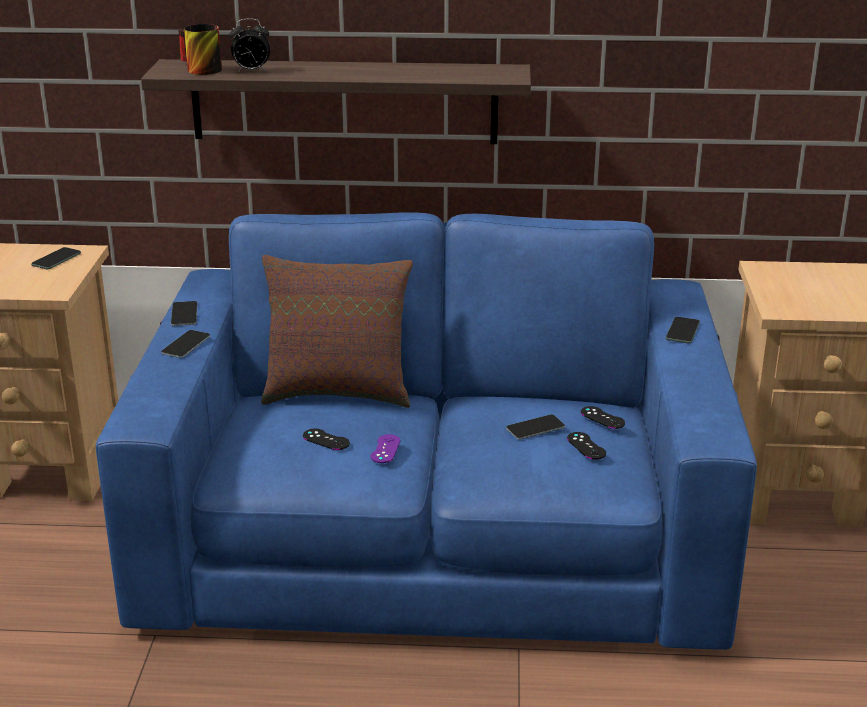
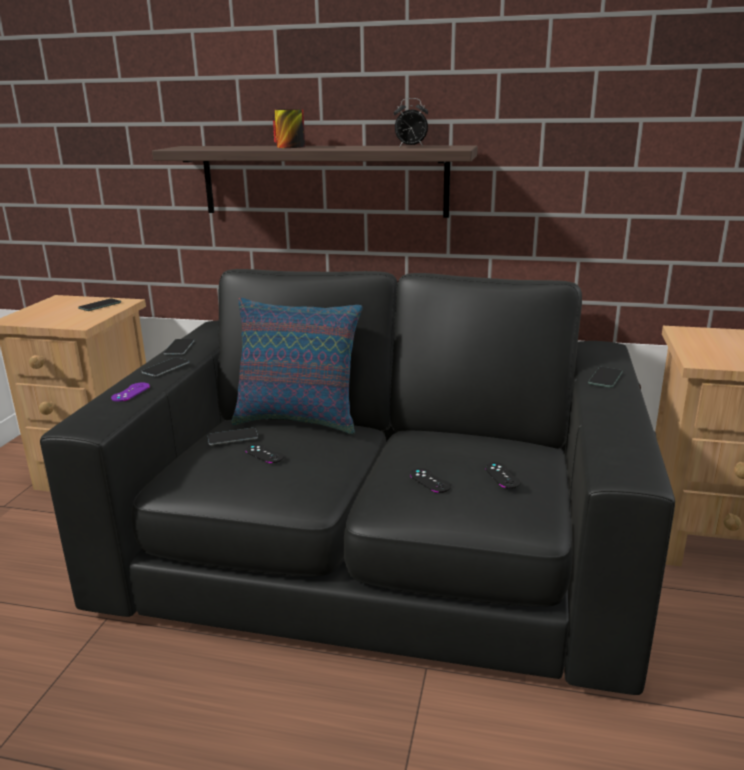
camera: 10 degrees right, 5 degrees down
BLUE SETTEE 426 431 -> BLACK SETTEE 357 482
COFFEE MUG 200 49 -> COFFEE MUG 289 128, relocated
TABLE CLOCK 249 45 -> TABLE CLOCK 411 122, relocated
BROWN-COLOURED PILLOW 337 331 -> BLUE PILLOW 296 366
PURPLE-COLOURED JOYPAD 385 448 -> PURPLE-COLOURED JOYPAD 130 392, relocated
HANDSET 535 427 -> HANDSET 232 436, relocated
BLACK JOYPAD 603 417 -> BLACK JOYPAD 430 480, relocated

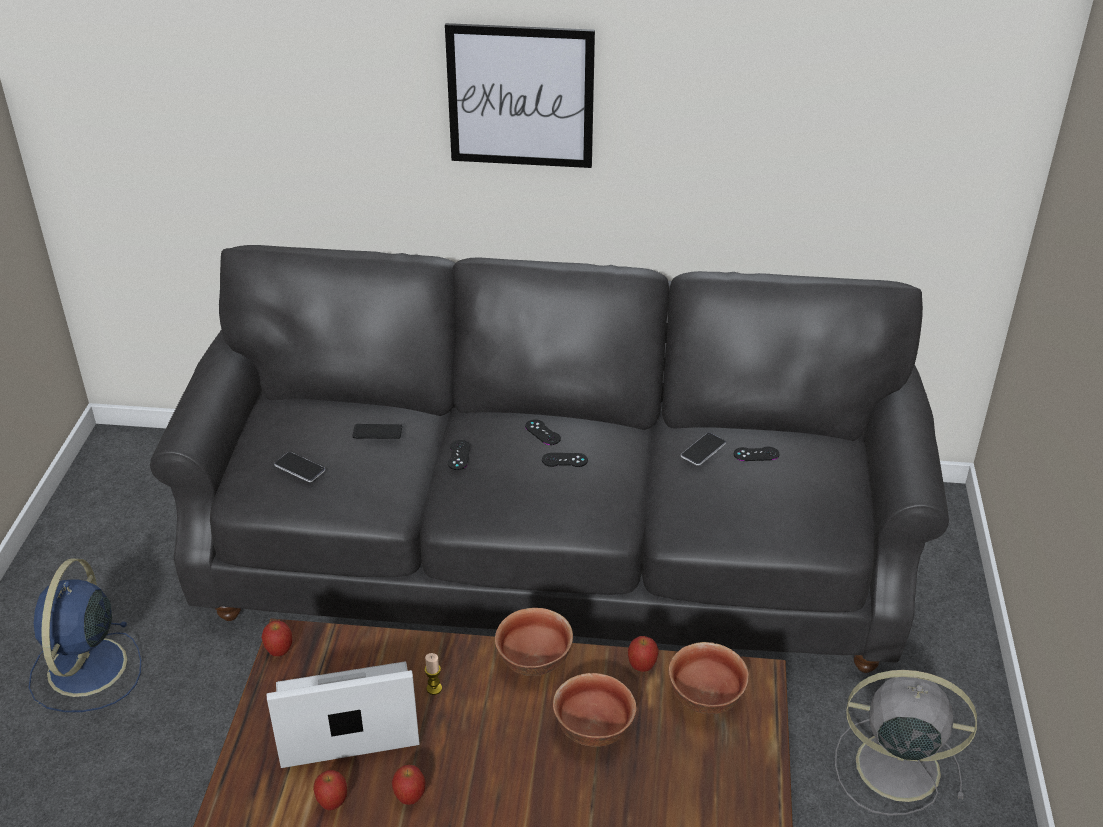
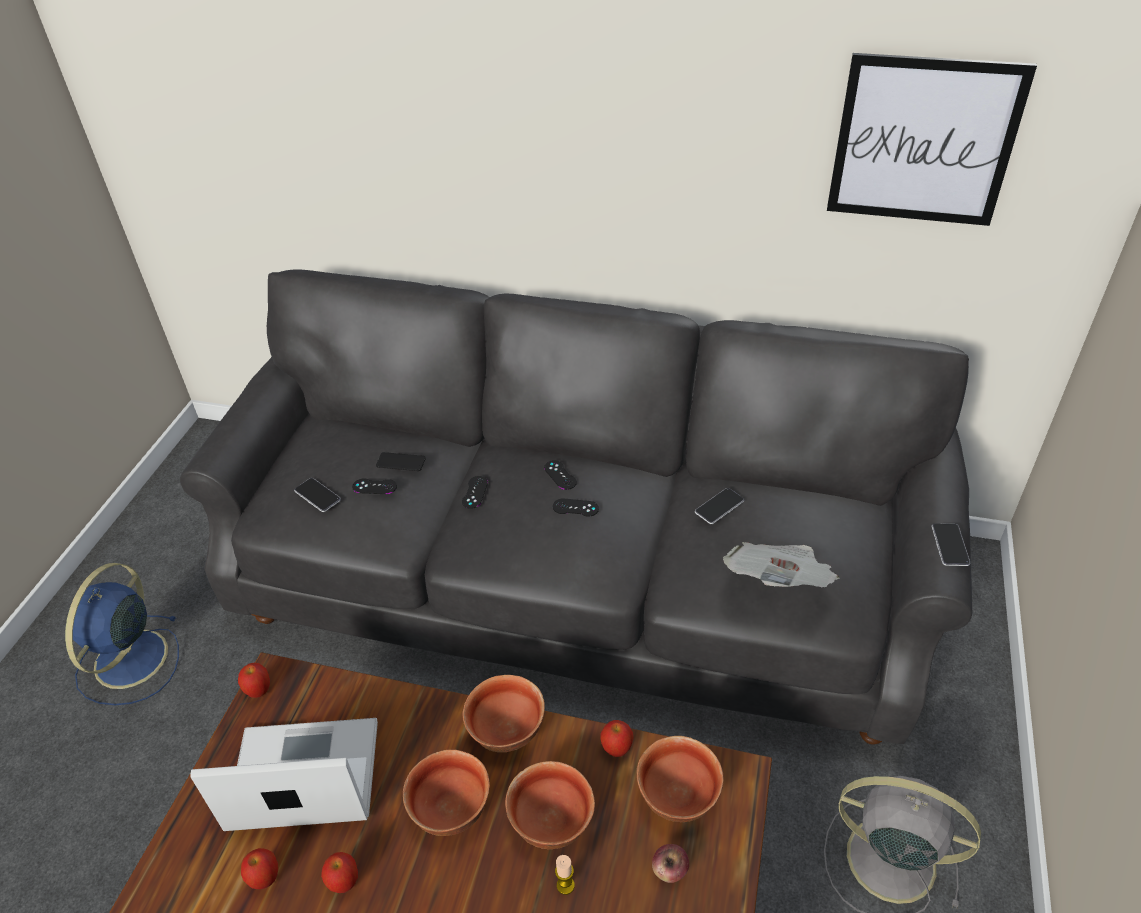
camera: 10 degrees right, 5 degrees up
WAX CANDLE 433 674 -> WAX CANDLE 565 875, relocated
WALL ART 520 95 -> WALL ART 932 139, relocated
BLACK JOYPAD 756 454 -> BLACK JOYPAD 374 486, relocated
none -> BOWL 446 792
none -> WHOLE APPLE 670 863
none -> NEWSPAPER 781 564
none -> HANDSET 951 544

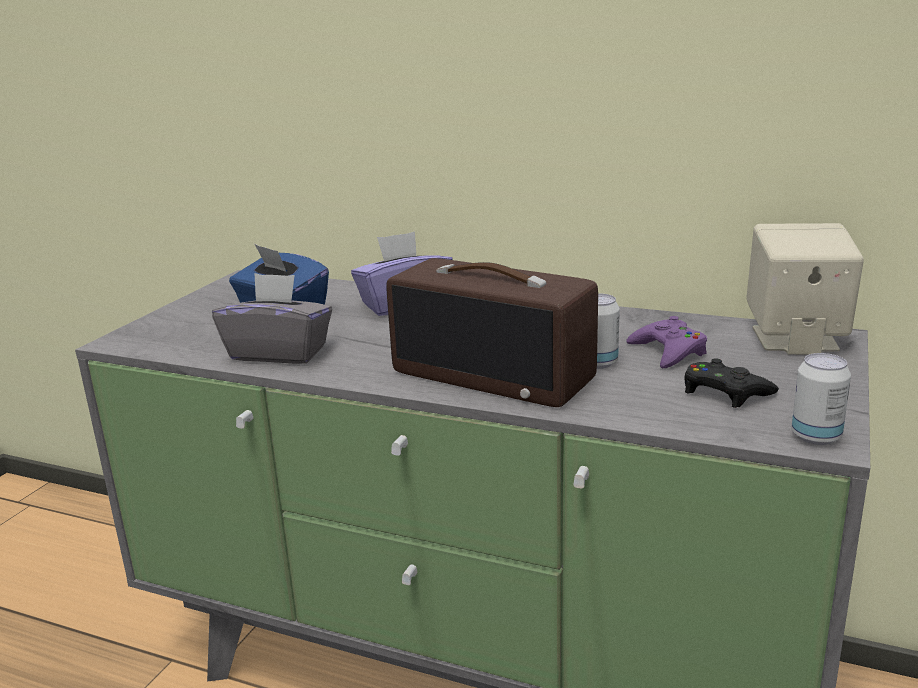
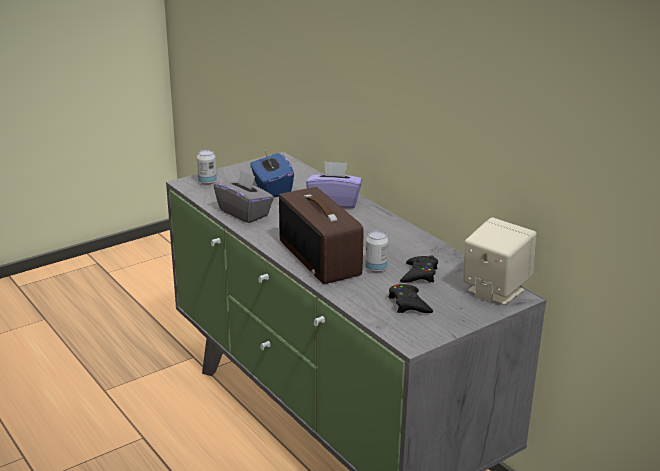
camera: 30 degrees right, 5 degrees up
PURPLE-COLOURED JOYPAD 666 342 -> BLACK JOYPAD 419 269
METAL CAN 821 399 -> METAL CAN 207 167, relocated

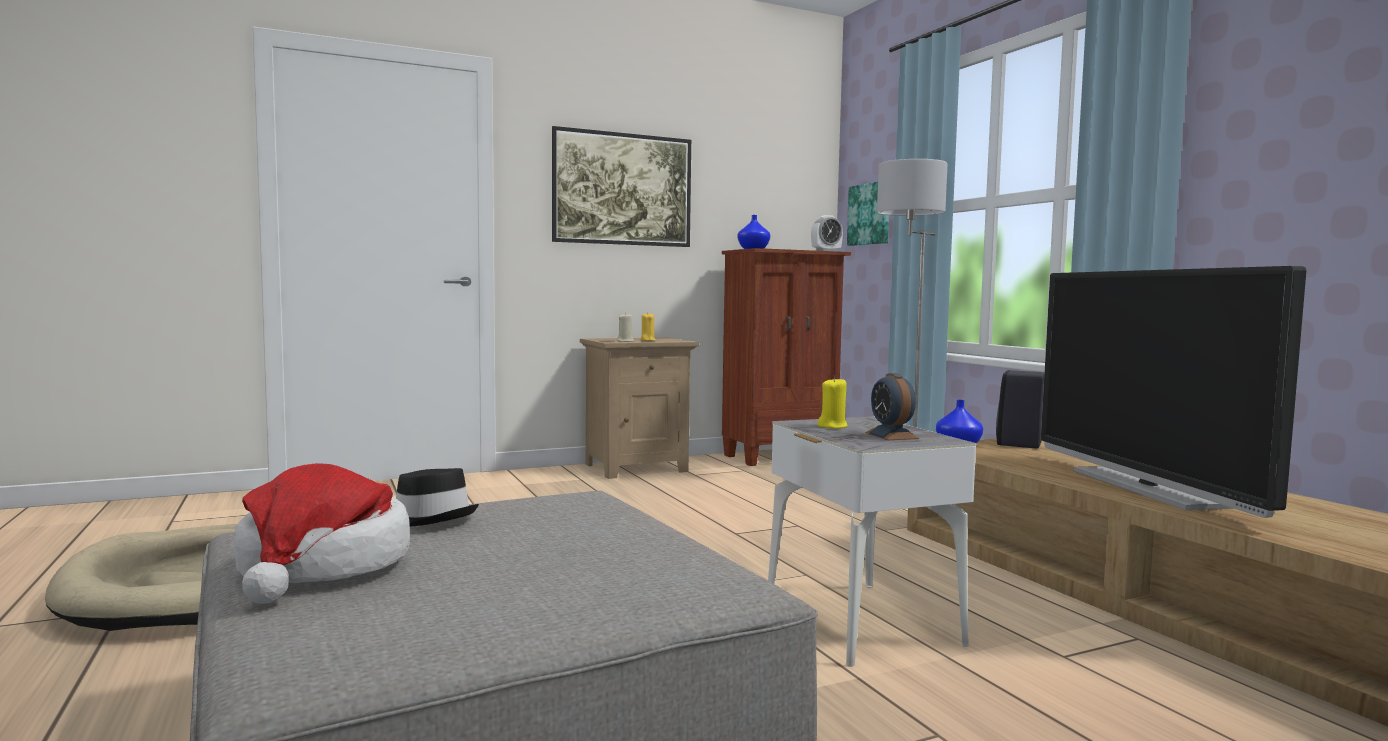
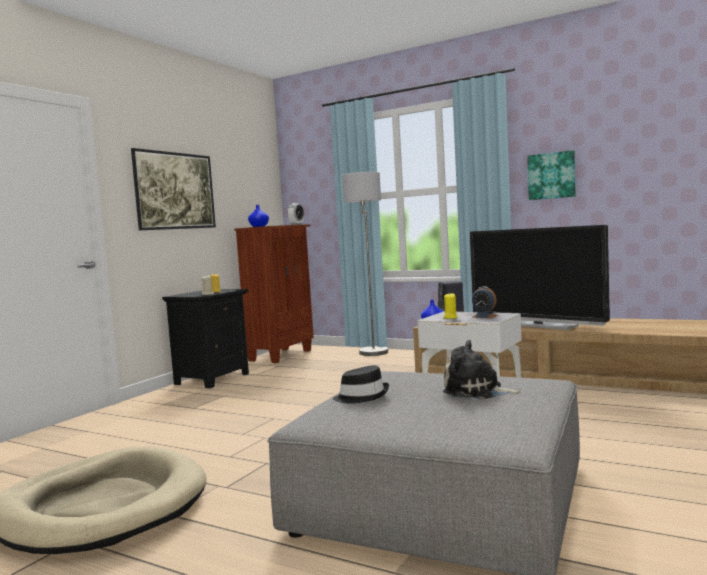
camera: 35 degrees left, 0 degrees up
CLOTHING HAT 322 533 -> none
SAND-COLOURED BEDSIDE TABLE 639 408 -> BLACK BEDSIDE TABLE 205 338
WALL ART 868 214 -> WALL ART 551 175, relocated
none -> SOFT TOY 482 369

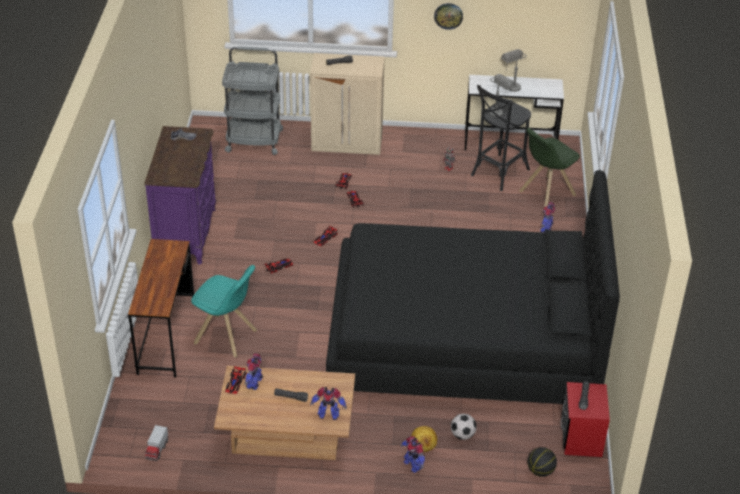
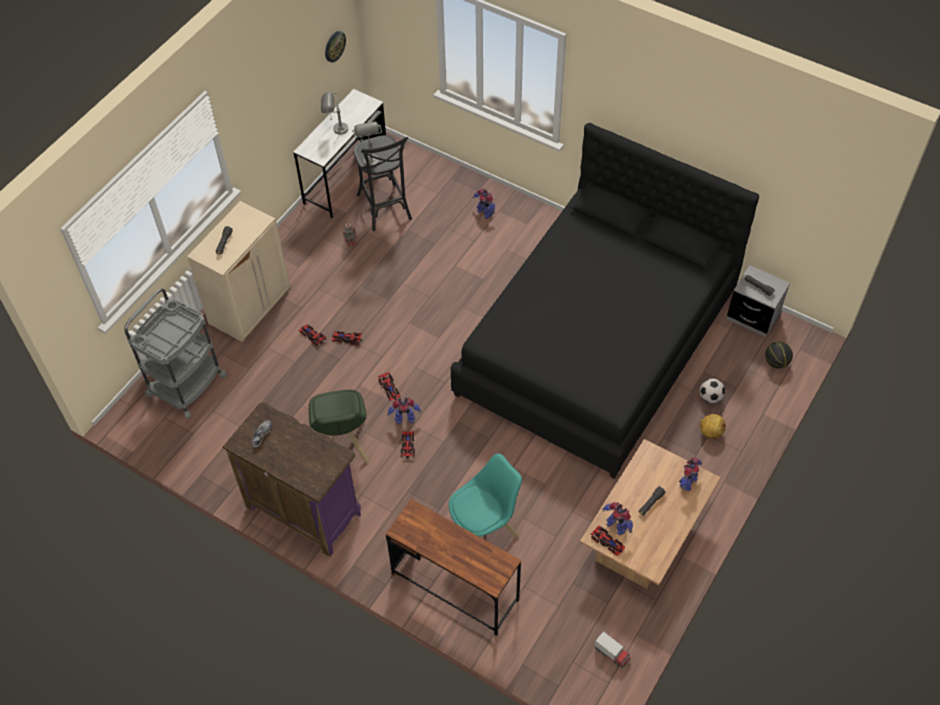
camera: 60 degrees left, 15 degrees up
MODEL ROBOT 412 454 -> MODEL ROBOT 404 411, relocated
CLOCK ON THE WALL 448 16 -> CLOCK ON THE WALL 335 47, relocated
GREEN-COLOURED UPRIGHT CHAIR 549 167 -> GREEN-COLOURED UPRIGHT CHAIR 339 427, relocated
RED BEDSIDE TABLE 585 419 -> GRAY BEDSIDE TABLE 758 301

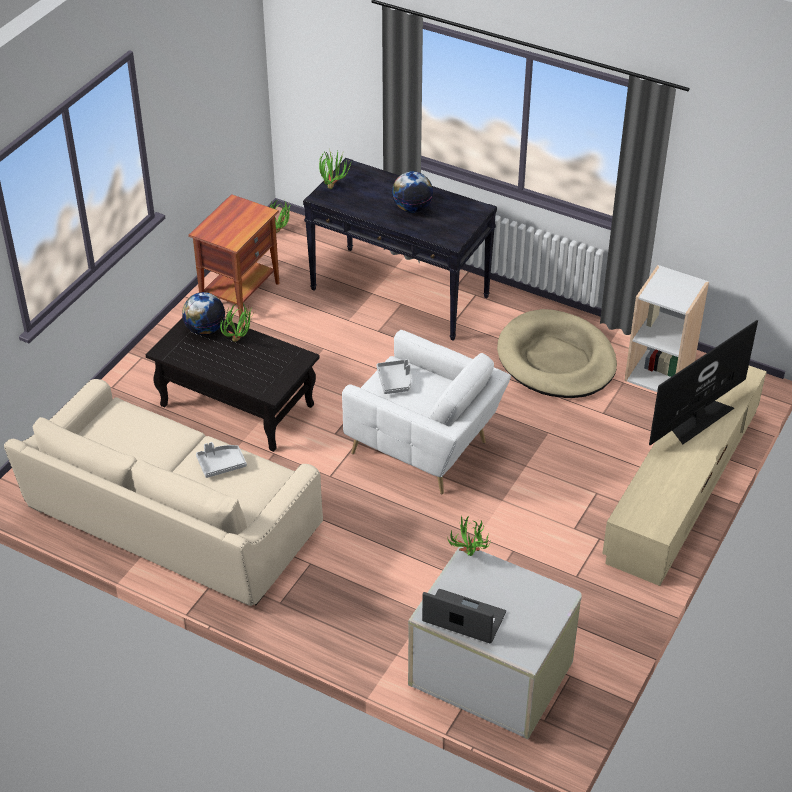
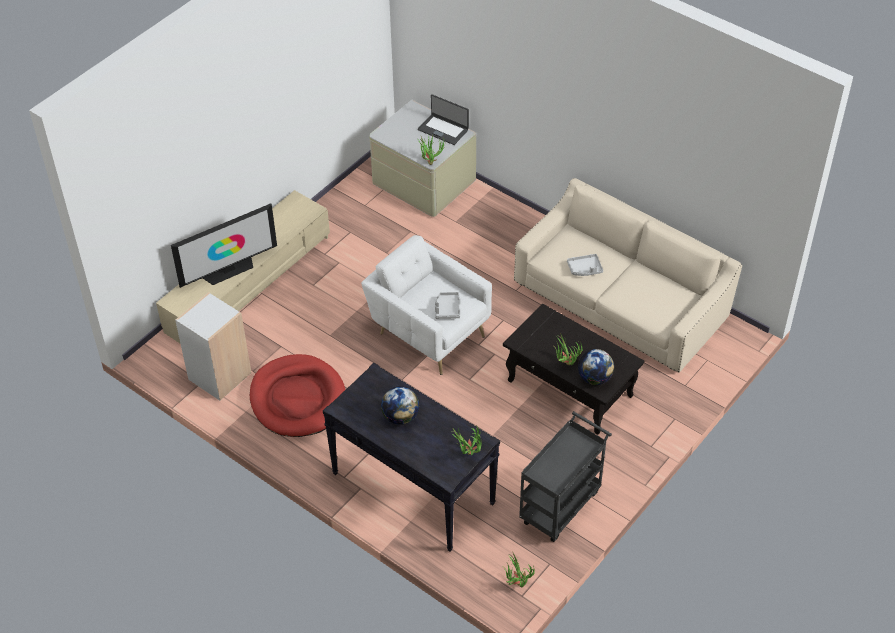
camera: 170 degrees left, 5 degrees up
BEDSIDE TABLE 233 256 -> GRAY WHEELED CART 565 476
SAND-COLOURED DOG CUSHION 557 353 -> RED DOG CUSHION 298 395

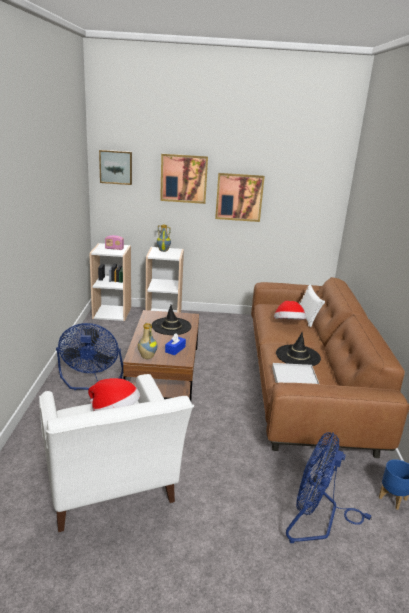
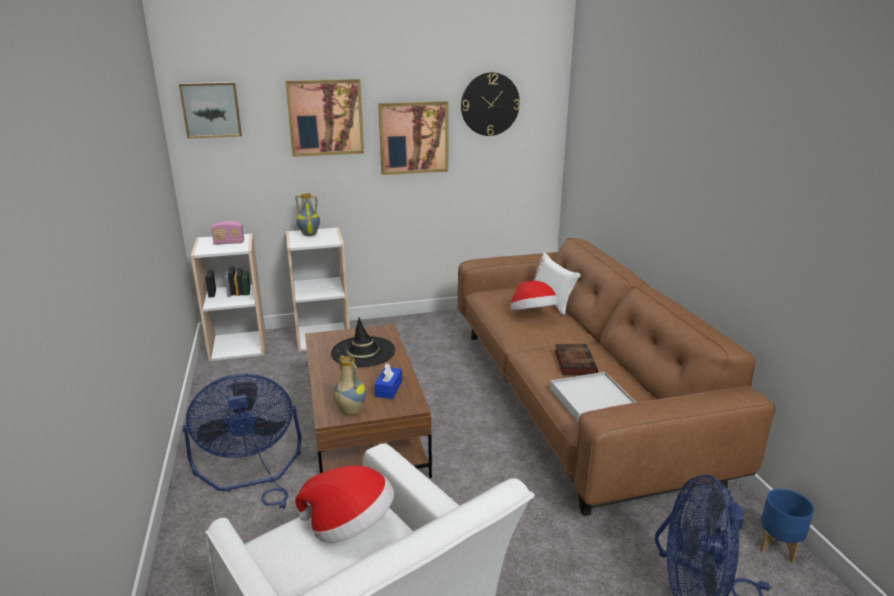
camera: 15 degrees left, 0 degrees up
BLACK CLOTHING HAT 298 349 -> VOLUME 576 359
none -> CLOCK ON THE WALL 490 104

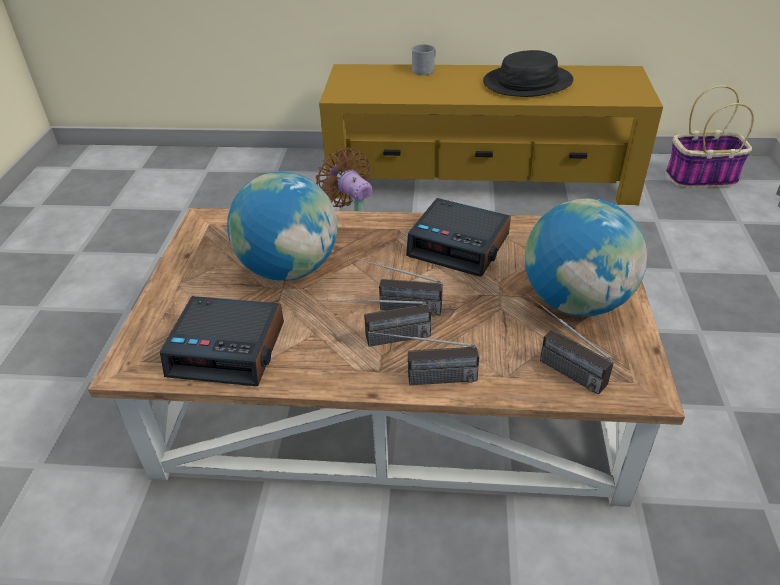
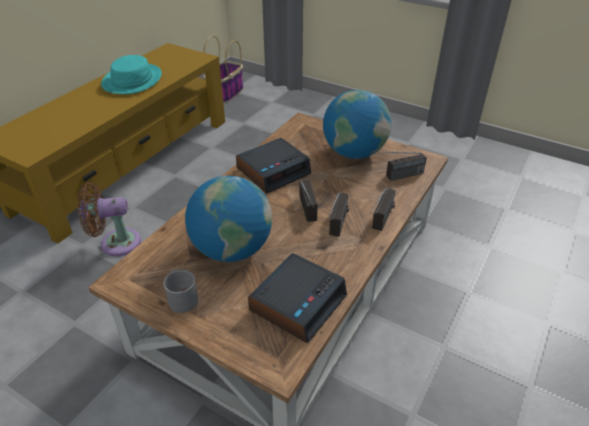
camera: 65 degrees left, 0 degrees up
RADIO 395 285 -> RADIO 309 200, 45 degrees counterclockwise
GRAY COFFEE MUG 424 59 -> GRAY COFFEE MUG 180 291, relocated
BLACK CLOTHING HAT 528 73 -> TURQUOISE-COLOURED CLOTHING HAT 131 74

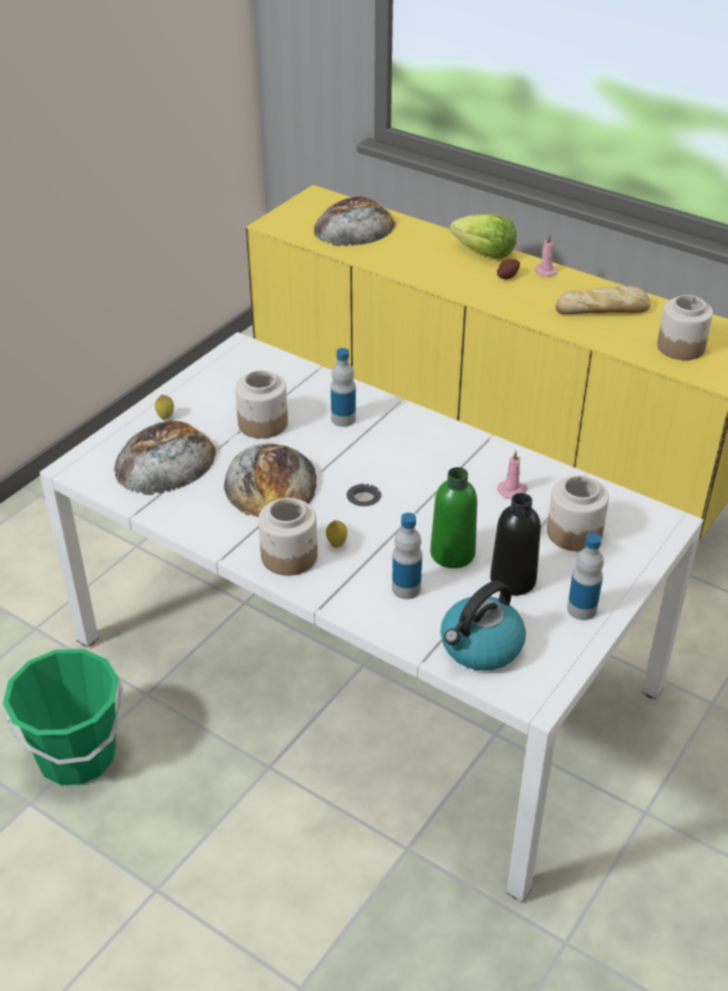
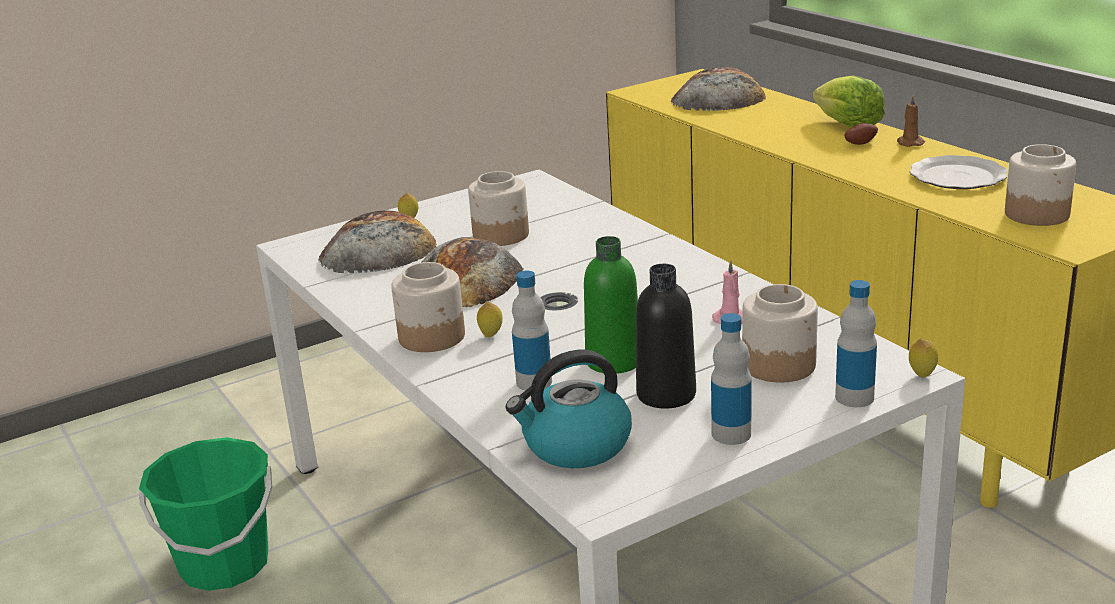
camera: 25 degrees right, 15 degrees down
BOTTLE 343 387 -> BOTTLE 856 343, relocated
PINK-COLOURED WAX CANDLE 546 255 -> BROWN-COLOURED WAX CANDLE 911 120
BAKED BREAD 603 300 -> DINNER PLATE 958 172
none -> LEMON 923 358

